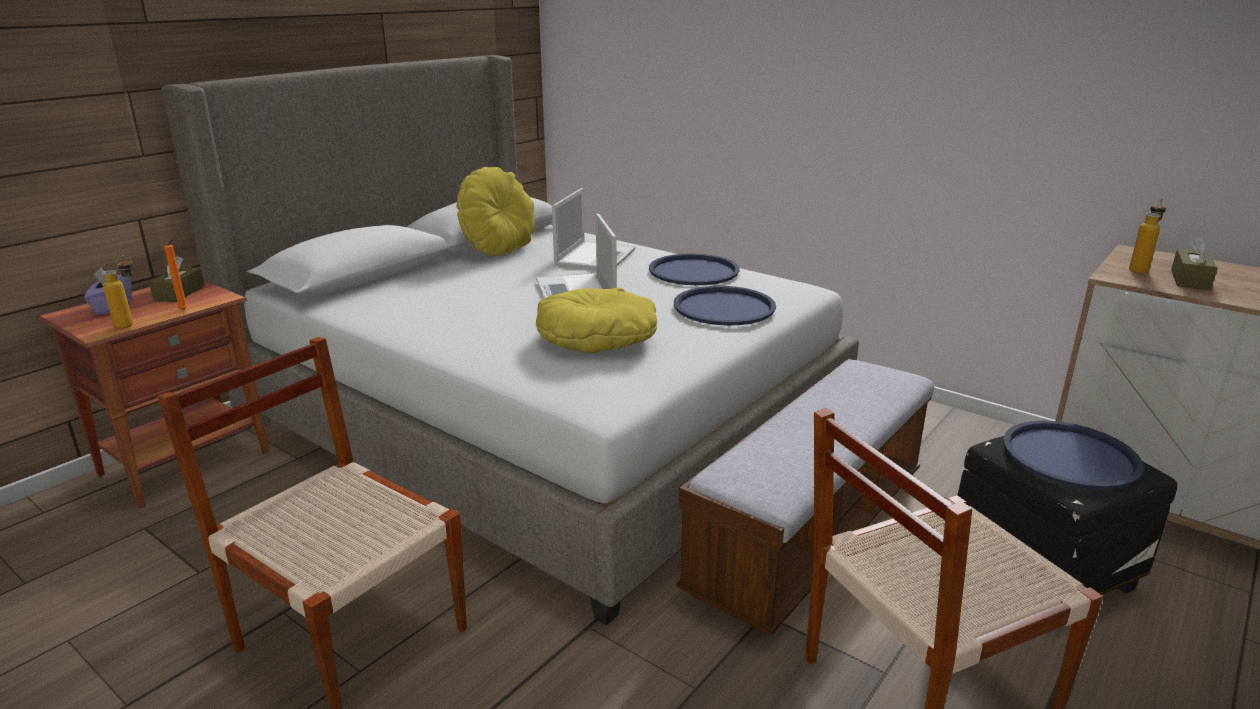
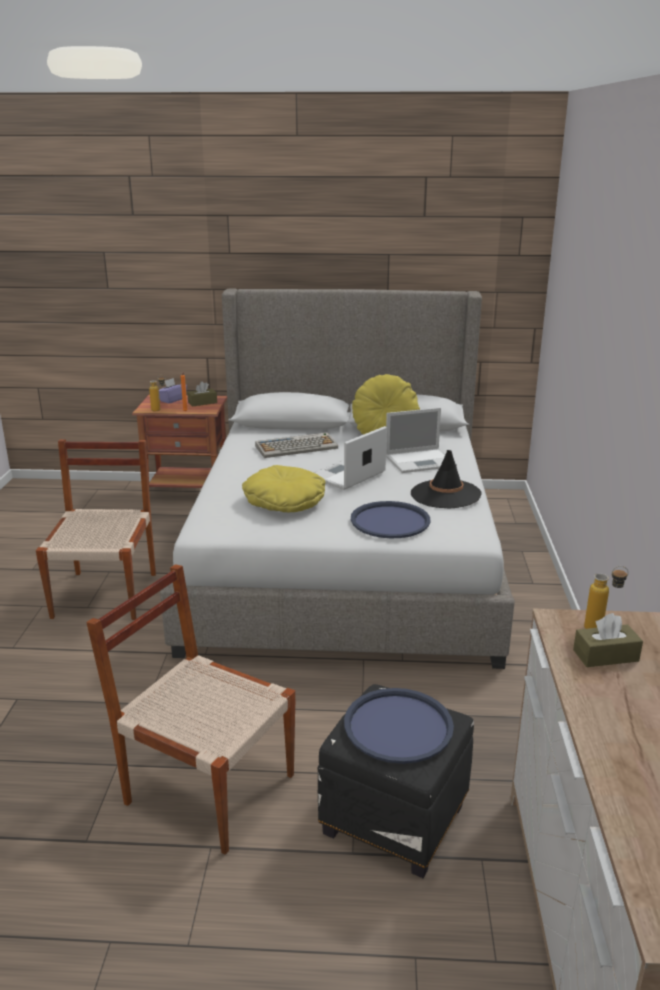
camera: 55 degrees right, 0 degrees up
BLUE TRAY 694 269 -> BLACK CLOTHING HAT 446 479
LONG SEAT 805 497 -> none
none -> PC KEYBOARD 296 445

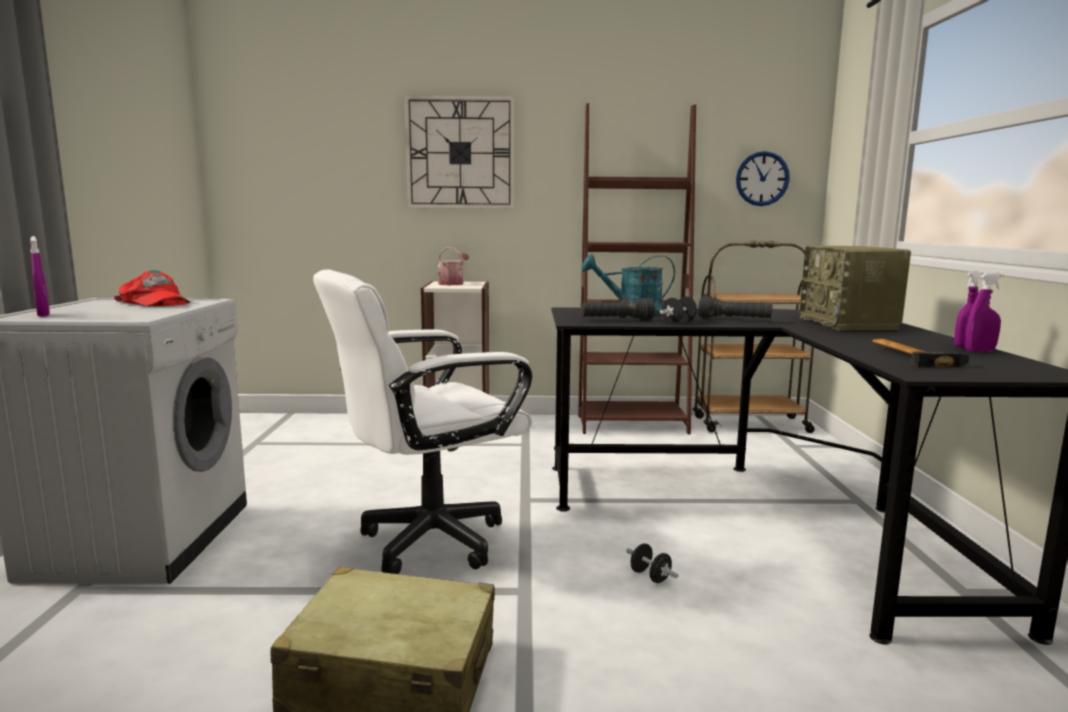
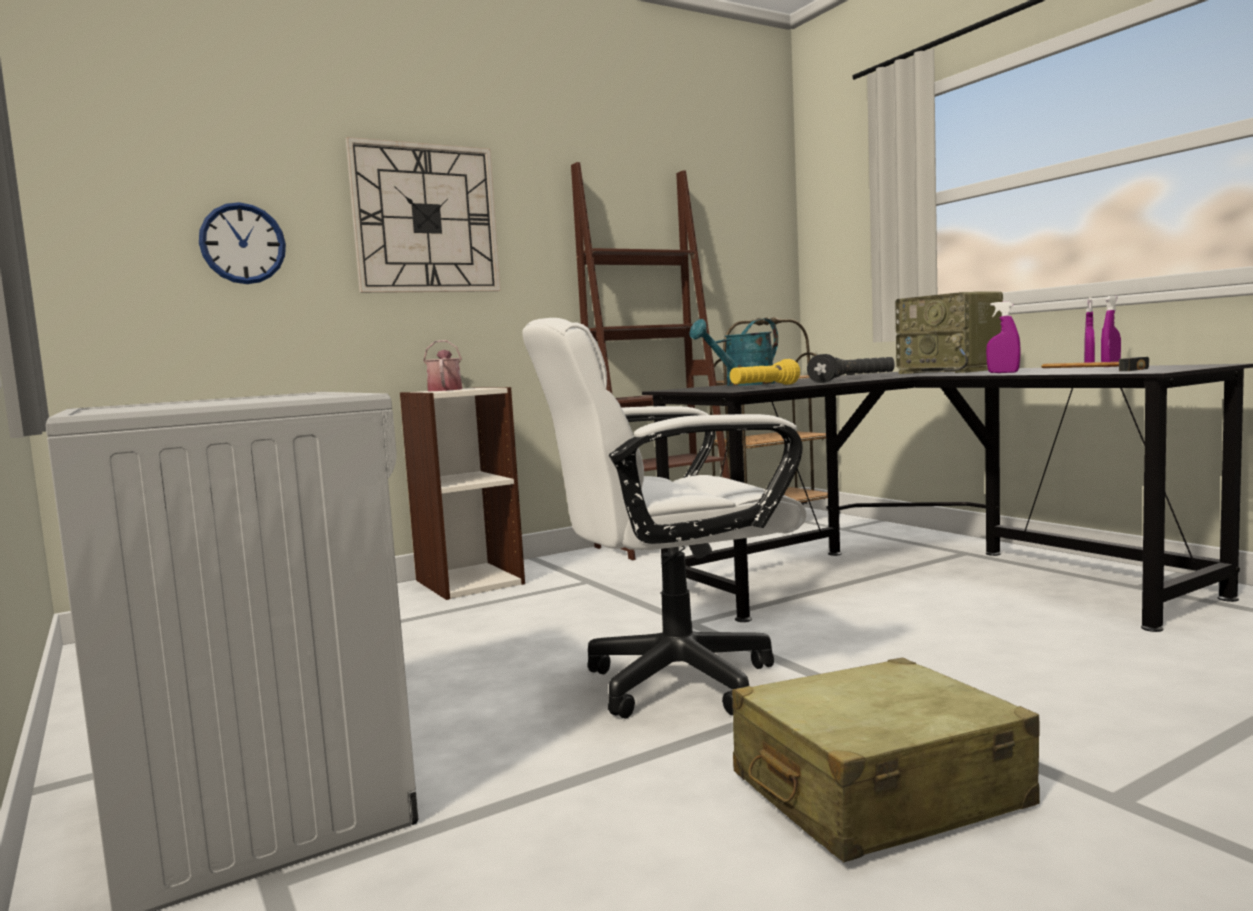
camera: 30 degrees left, 5 degrees down
PURPLE-COLOURED SPRAYER 40 276 -> PURPLE-COLOURED SPRAYER 1003 337, relocated
RED CAP 152 288 -> none
WHITE-COLOURED COMPUTER CHAIR 422 421 -> WHITE-COLOURED COMPUTER CHAIR 664 518, 45 degrees clockwise
BLACK HAND TORCH 618 309 -> YELLOWISH HAND TORCH 765 372
BLACK DUMBBELL 652 563 -> none
CLOCK ON THE WALL 763 178 -> CLOCK ON THE WALL 242 243, relocated

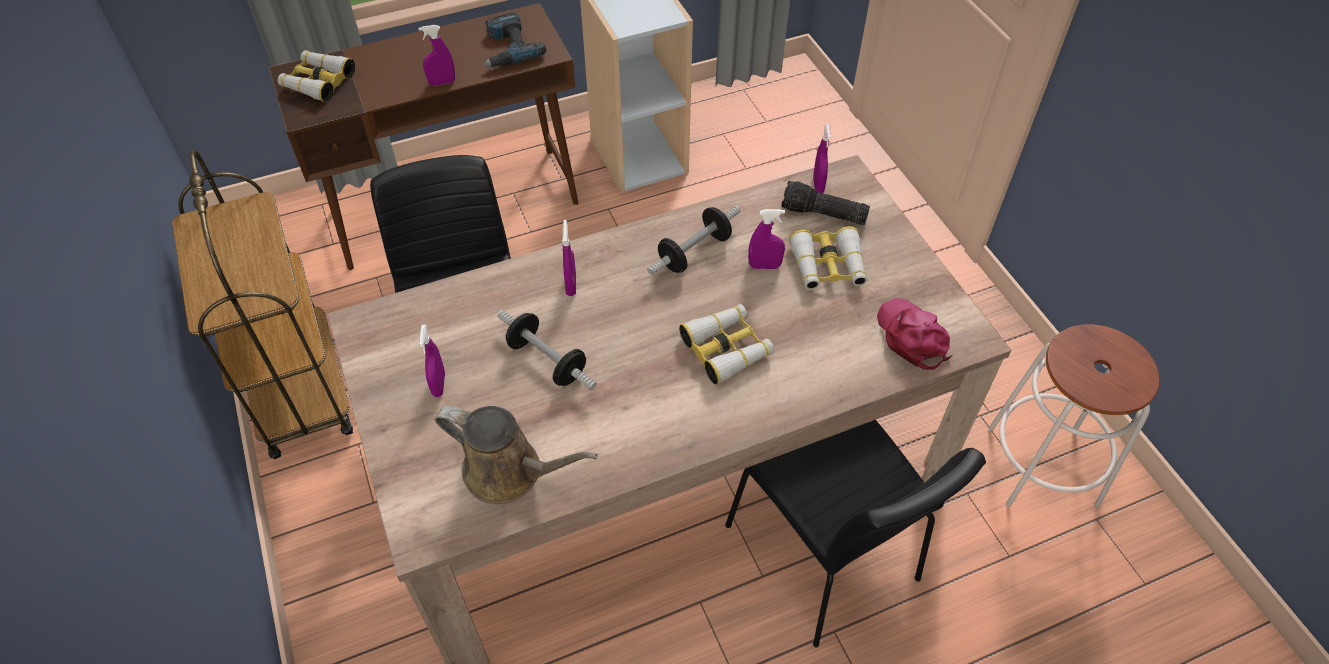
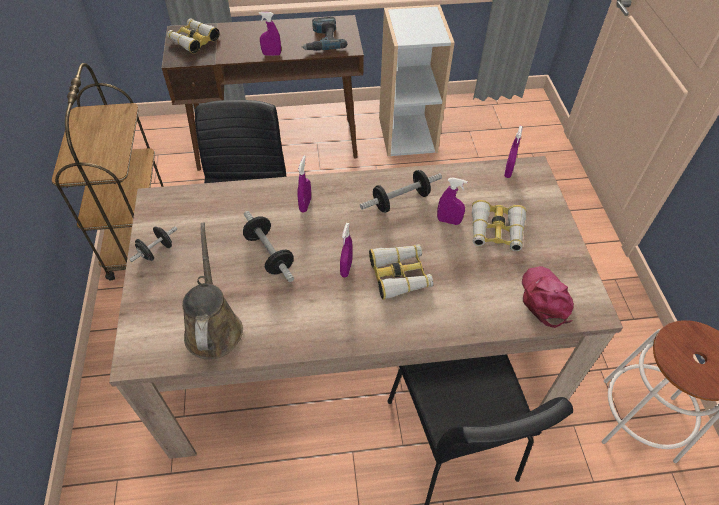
camera: 15 degrees right, 0 degrees up
PURPLE-COLOURED SPRAYER 432 360 -> PURPLE-COLOURED SPRAYER 346 250, relocated
BROWN-COLOURED WATERING CAN 516 454 -> BROWN-COLOURED WATERING CAN 212 291, 135 degrees counterclockwise
HAND TORCH 825 203 -> none
none -> BLACK DUMBBELL 153 244

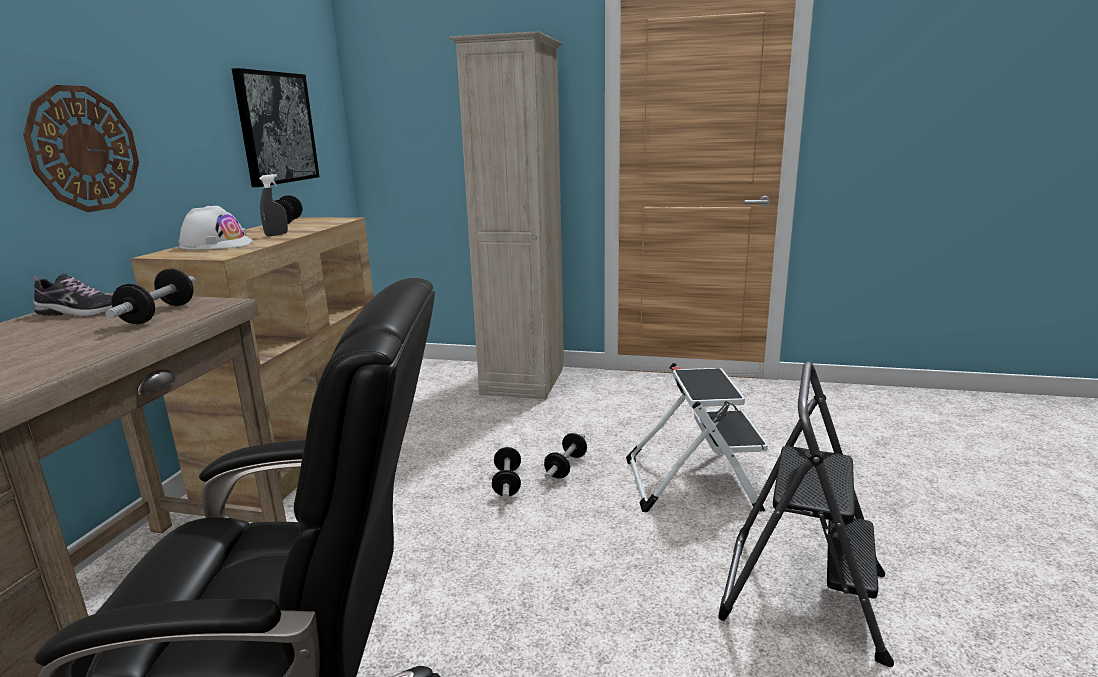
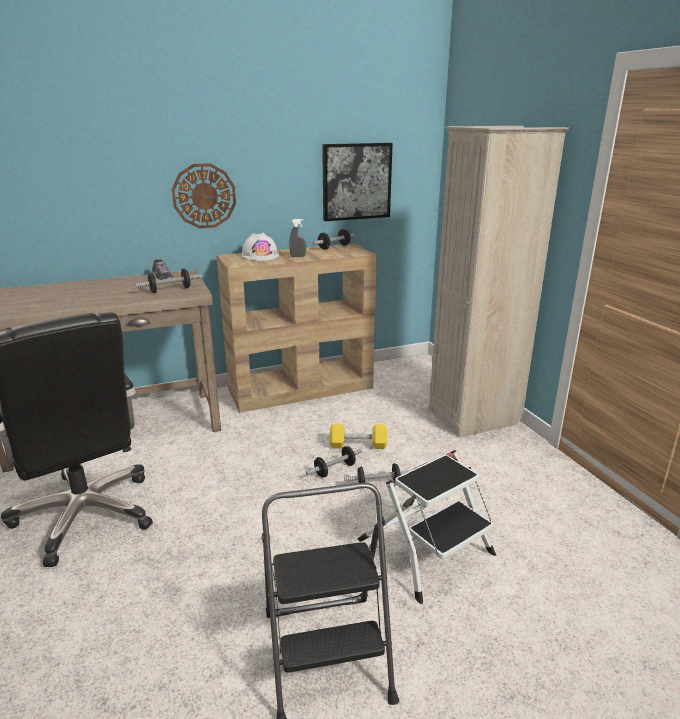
camera: 55 degrees right, 5 degrees up
none -> YELLOWISH DUMBBELL 358 436

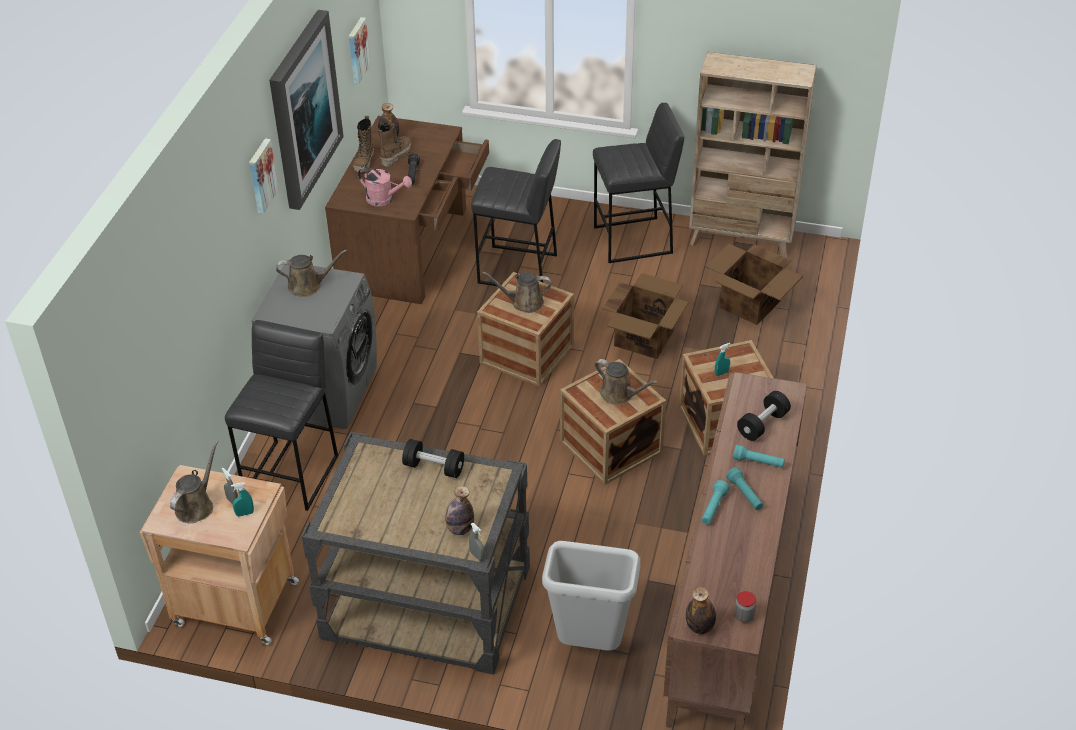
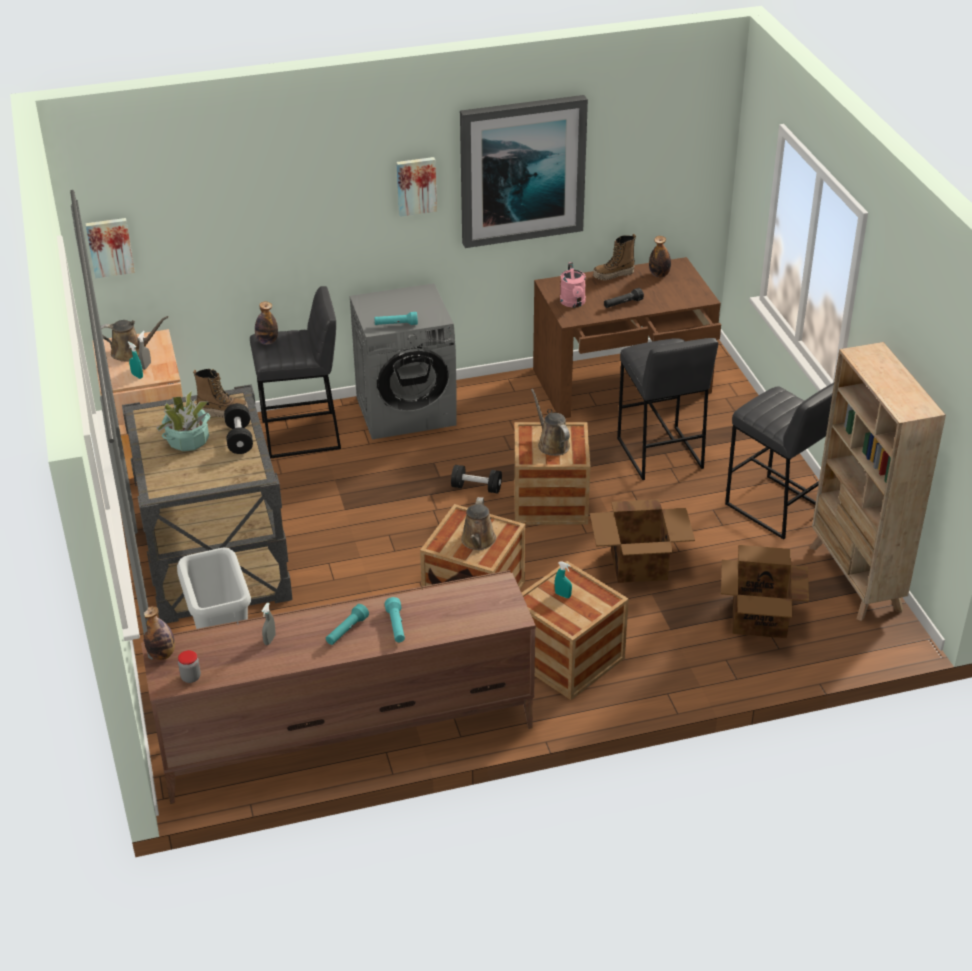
camera: 60 degrees right, 5 degrees down
BROWN-COLOURED WATERING CAN 311 273 -> none
WALL ART 360 50 -> WALL ART 110 248, relocated
BOOT 394 144 -> BOOT 220 393, relocated
BOTTLE 459 510 -> BOTTLE 266 323, relocated
GRAY SPRAYER 477 542 -> GRAY SPRAYER 269 624, relocated
TURQUOISE-COLOURED HAND TORCH 715 502 -> TURQUOISE-COLOURED HAND TORCH 396 318, relocated
BLACK DUMBBELL 764 416 -> BLACK DUMBBELL 476 479, relocated
none -> HOUSEPLANT 183 421

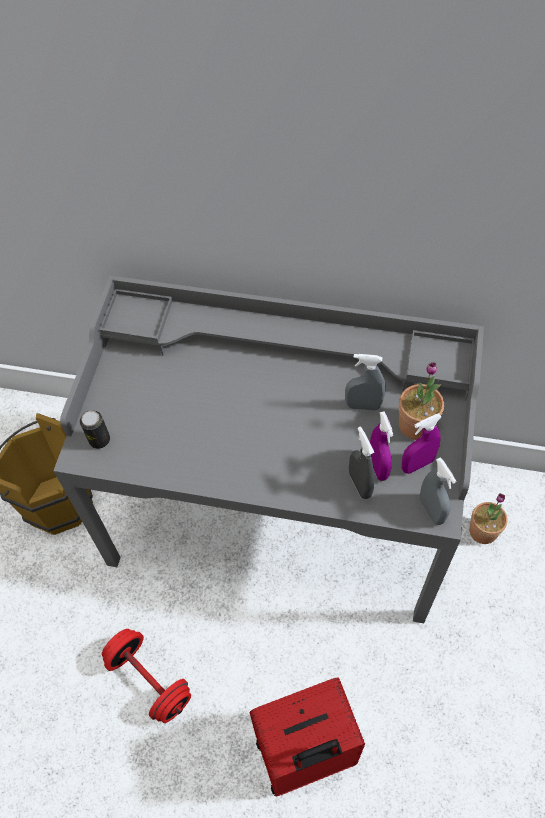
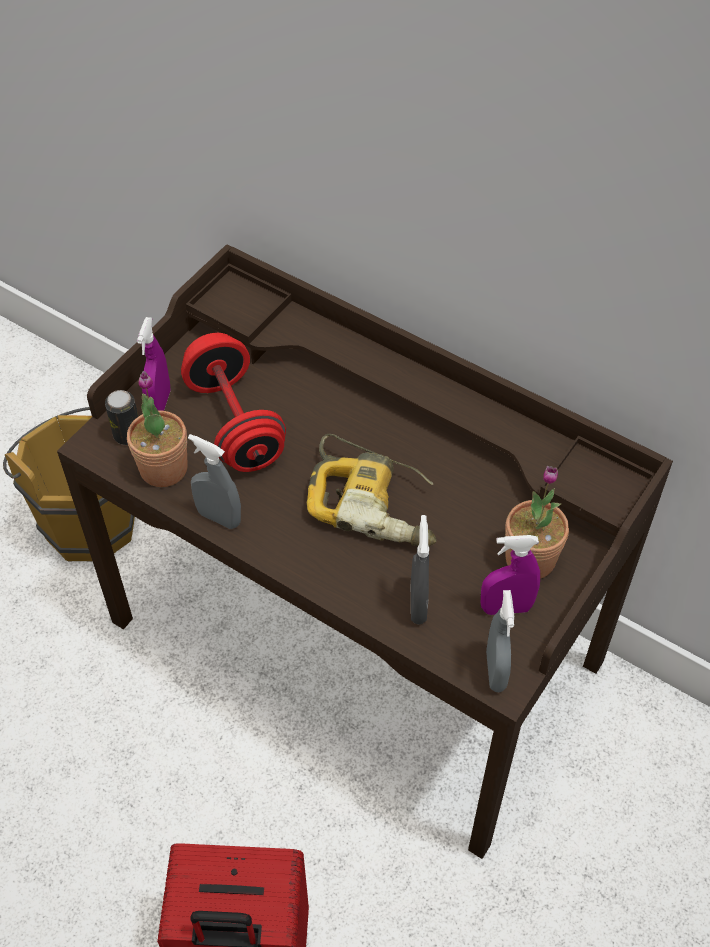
camera: 20 degrees right, 5 degrees down
GRAY DESK 268 449 -> BROWN-COLOURED DESK 365 551
RED DUMBBELL 146 676 -> RED DUMBBELL 233 402, relocated
GRAY SPRAYER 365 382 -> GRAY SPRAYER 214 481, relocated
PURPLE-COLOURED SPRAYER 381 446 -> PURPLE-COLOURED SPRAYER 153 364, relocated
HOUSEPLANT 488 518 -> HOUSEPLANT 157 429, relocated
none -> POWER DRILL 372 490

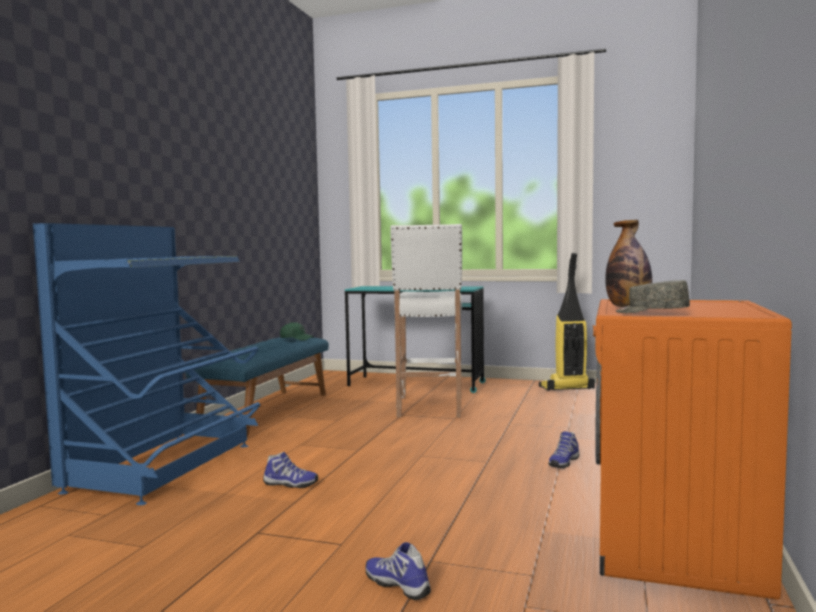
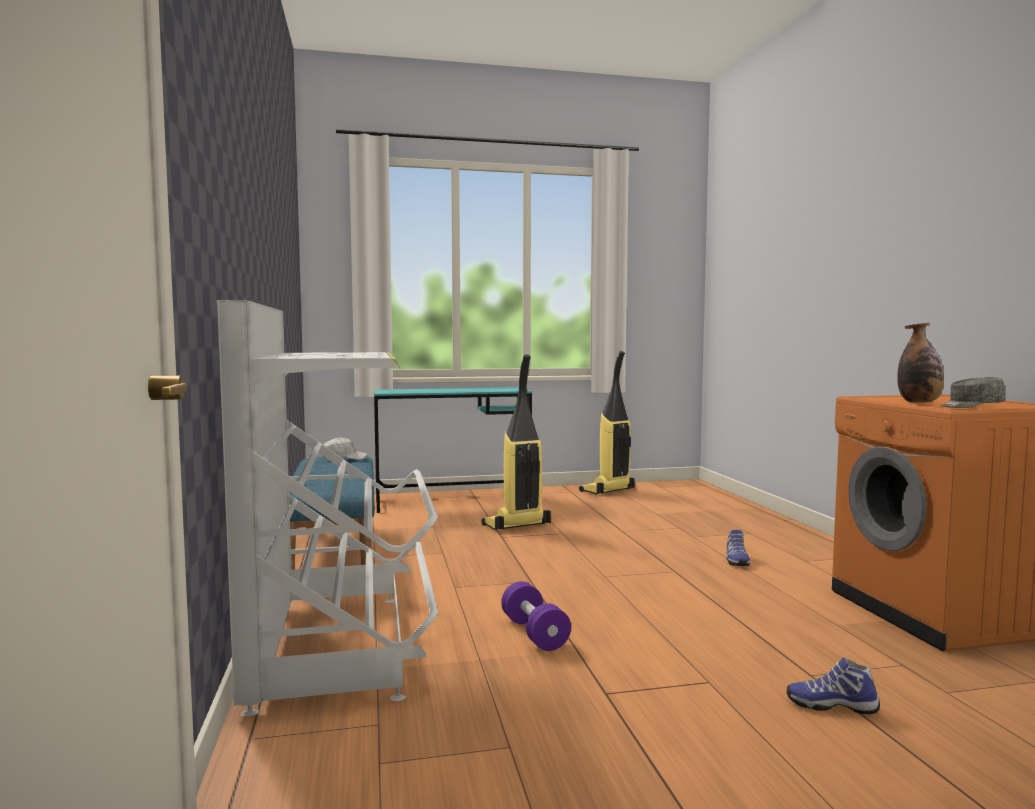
camera: 30 degrees left, 0 degrees up
BLUE SHOE RACK 147 364 -> WHITE-COLOURED SHOE RACK 327 508
SHOE 290 470 -> PURPLE-COLOURED DUMBBELL 536 616
GREEN-COLOURED CAP 297 331 -> WHITE-COLOURED CAP 345 448
WHITE-COLOURED STOOL SEAT 426 321 -> HOOVER 516 442

